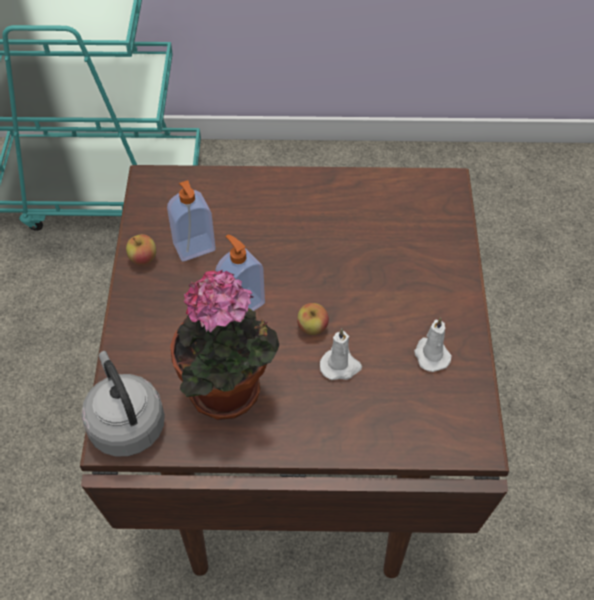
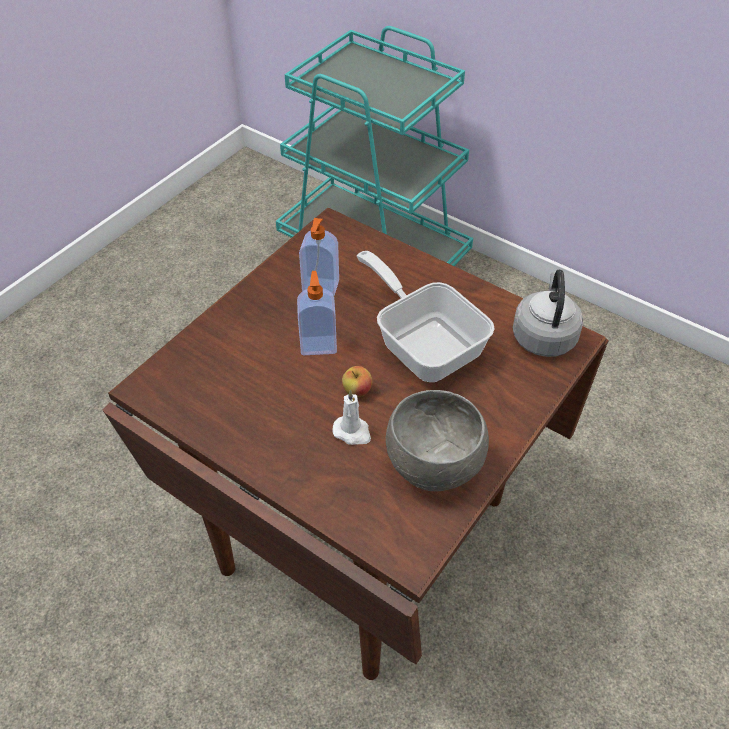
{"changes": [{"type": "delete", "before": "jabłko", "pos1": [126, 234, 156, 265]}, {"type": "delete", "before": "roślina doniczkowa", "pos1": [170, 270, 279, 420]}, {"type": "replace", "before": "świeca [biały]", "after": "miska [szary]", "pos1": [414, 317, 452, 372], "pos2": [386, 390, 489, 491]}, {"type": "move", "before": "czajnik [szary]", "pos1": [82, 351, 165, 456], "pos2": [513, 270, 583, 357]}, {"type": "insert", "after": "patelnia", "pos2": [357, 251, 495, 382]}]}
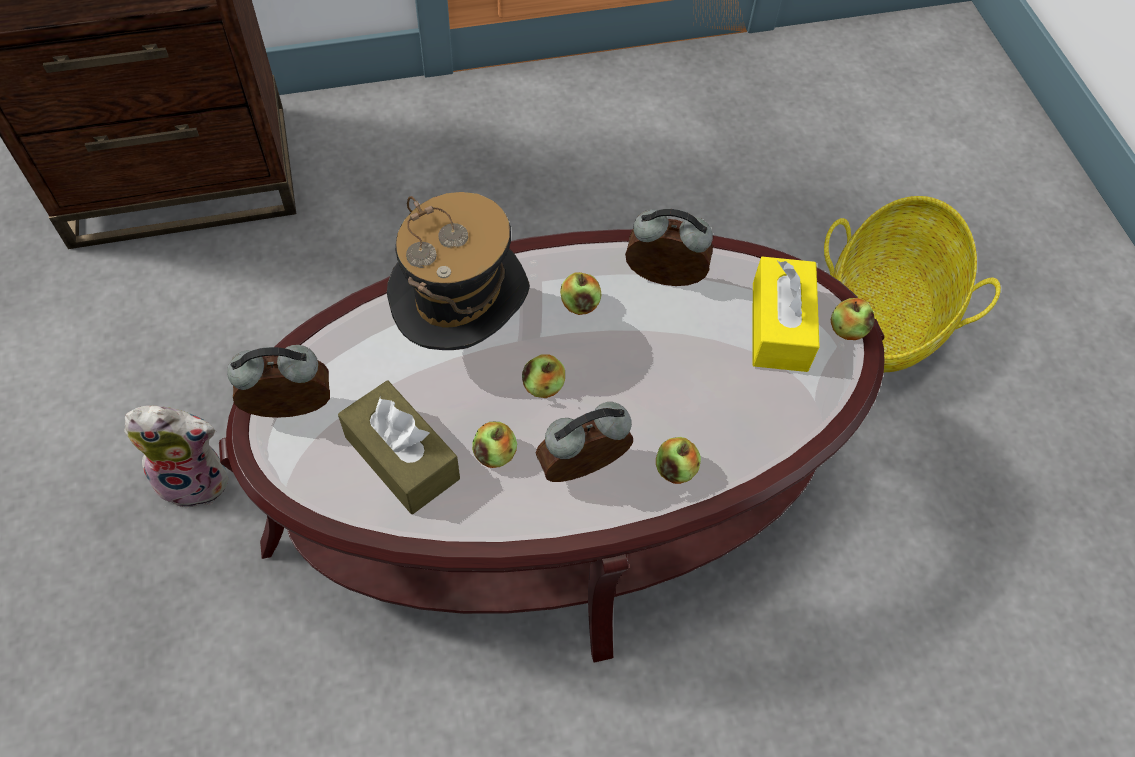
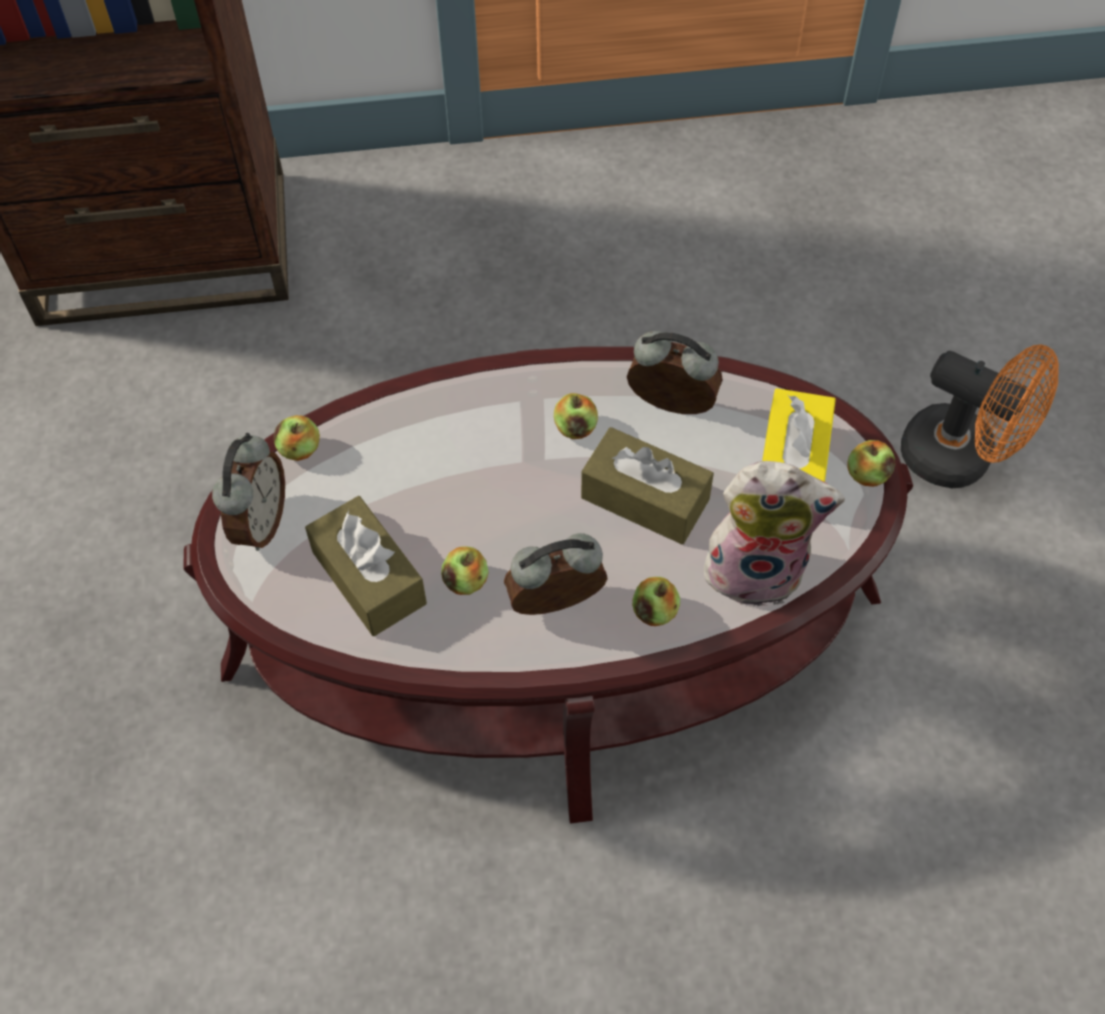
{"changes": [{"type": "delete", "before": "kapelusz", "pos1": [387, 192, 530, 350]}, {"type": "replace", "before": "koszyk", "after": "wentylator [pomarańczowy]", "pos1": [824, 196, 1001, 372], "pos2": [901, 344, 1059, 488]}, {"type": "rotate", "before": "budzik", "pos1": [227, 345, 330, 418], "pos2": [212, 433, 285, 551], "turn": 105}, {"type": "move", "before": "jabłko", "pos1": [522, 354, 565, 398], "pos2": [274, 415, 320, 461]}, {"type": "move", "before": "pluszak", "pos1": [124, 406, 228, 508], "pos2": [697, 461, 845, 607]}, {"type": "insert", "after": "pudełko chusteczek [brązowy]", "pos2": [581, 427, 714, 544]}]}
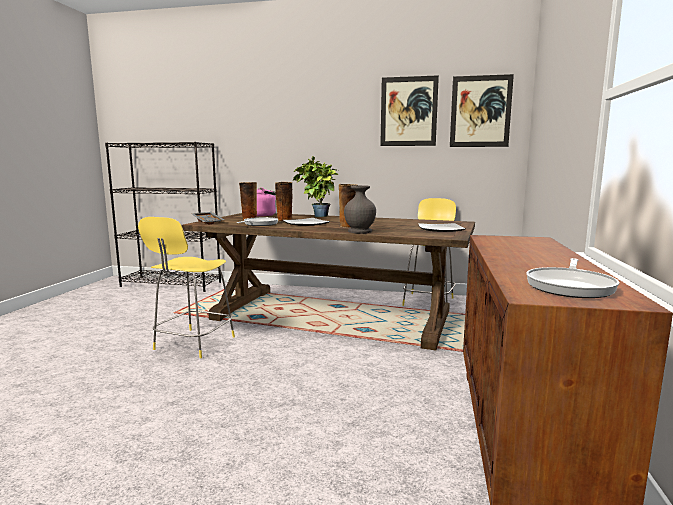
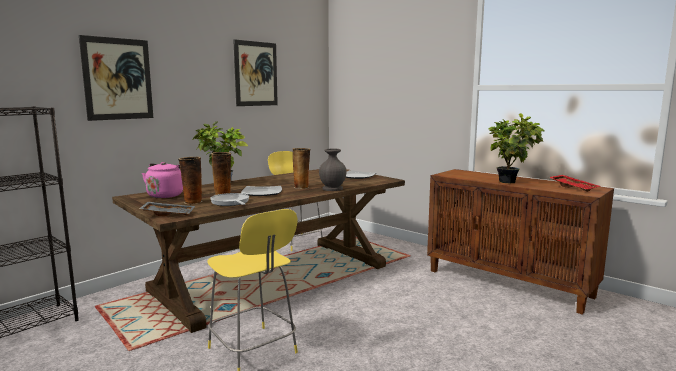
{"changes": [{"type": "move", "before": "obraz", "pos1": [450, 74, 514, 147], "pos2": [79, 35, 153, 121]}, {"type": "replace", "before": "patelnia", "after": "taca [czerwony]", "pos1": [526, 258, 619, 298], "pos2": [549, 175, 600, 192]}, {"type": "insert", "after": "roślina doniczkowa", "pos2": [488, 113, 545, 183]}]}
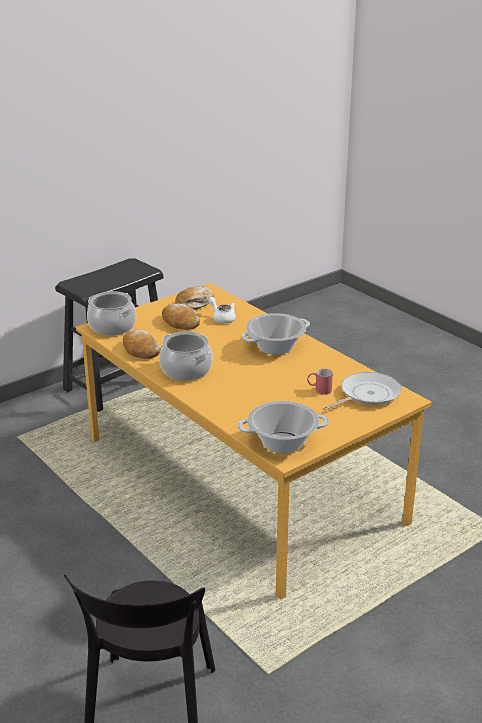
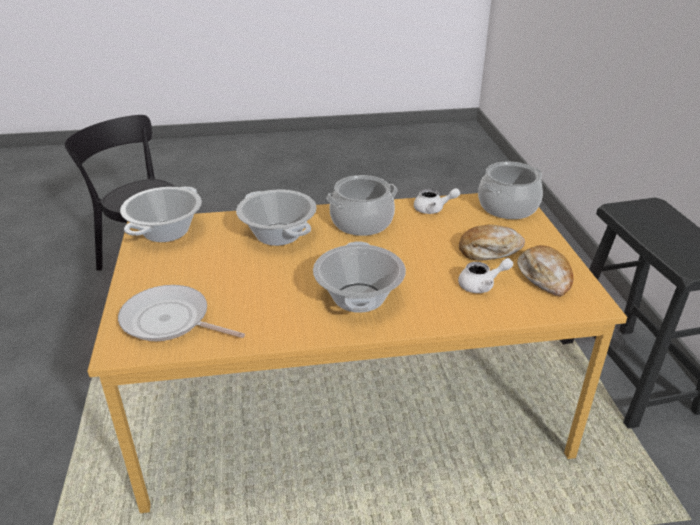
{"changes": [{"type": "replace", "before": "chleb", "after": "imbryk [biały]", "pos1": [123, 330, 161, 359], "pos2": [414, 188, 460, 214]}, {"type": "delete", "before": "kubek [czerwony]", "pos1": [307, 369, 333, 395]}, {"type": "rotate", "before": "patelnia", "pos1": [323, 372, 402, 410], "pos2": [118, 285, 245, 341], "turn": 120}, {"type": "insert", "after": "garnek", "pos2": [236, 189, 317, 246]}]}
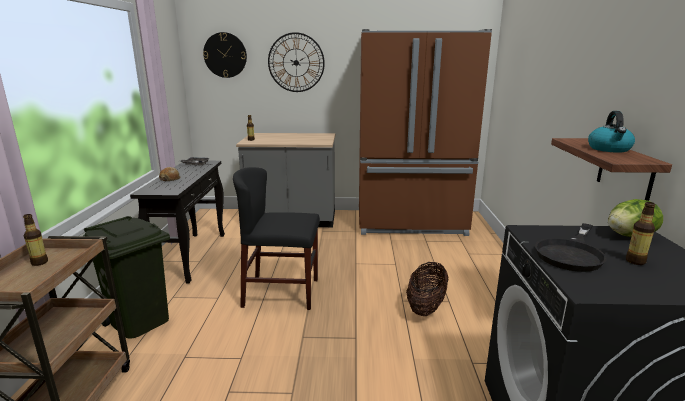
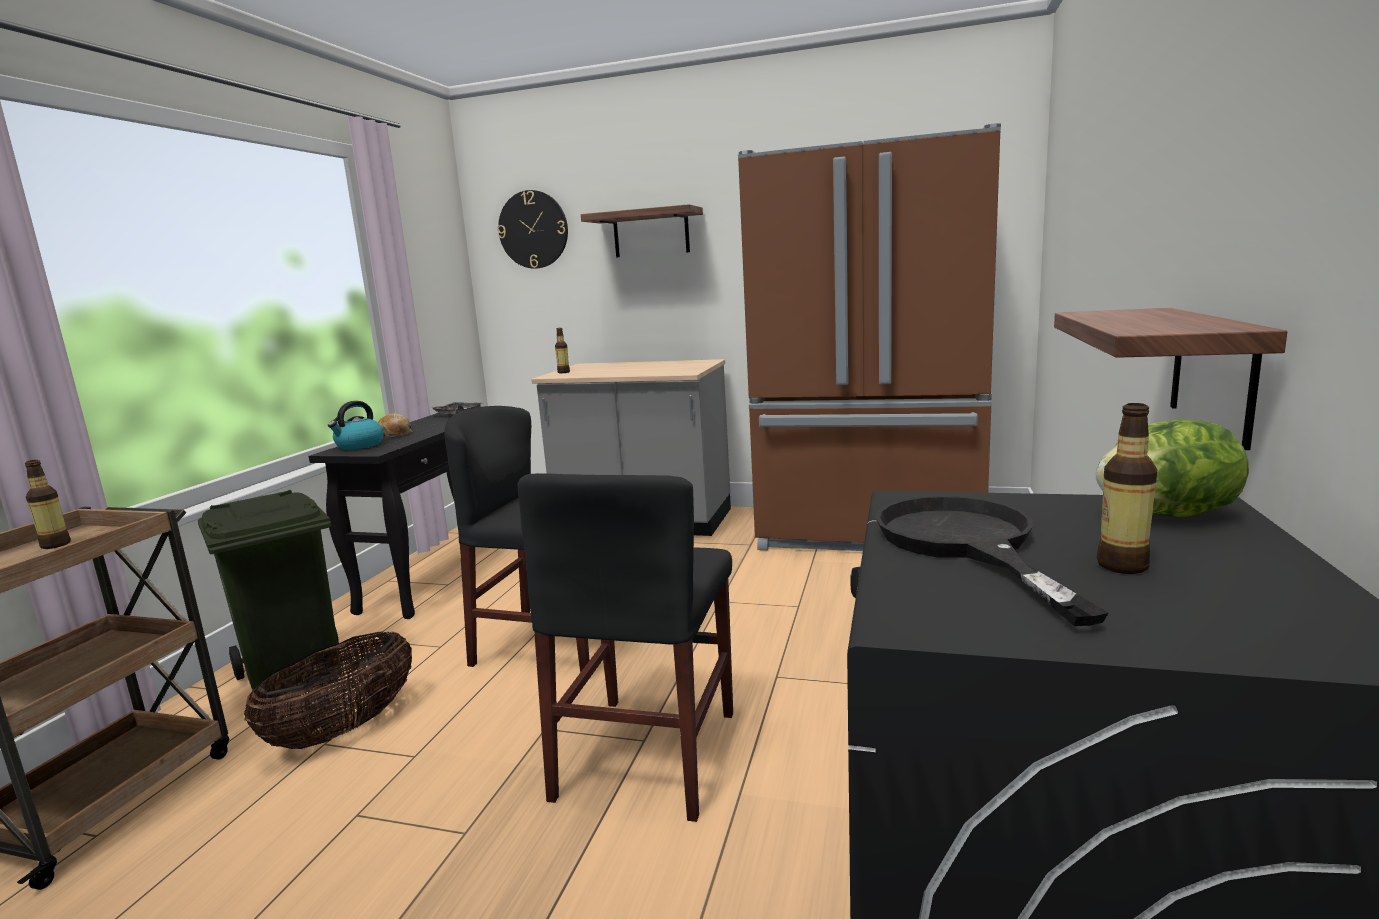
{"changes": [{"type": "replace", "before": "zegar ścienny", "after": "półka", "pos1": [268, 32, 325, 92], "pos2": [581, 204, 703, 257]}, {"type": "move", "before": "czajnik", "pos1": [588, 111, 635, 153], "pos2": [328, 401, 384, 450]}, {"type": "rotate", "before": "patelnia [czarny]", "pos1": [535, 223, 606, 272], "pos2": [876, 496, 1108, 626], "turn": 120}, {"type": "move", "before": "koszyk", "pos1": [406, 262, 448, 316], "pos2": [244, 631, 412, 749]}, {"type": "insert", "after": "krzesło [czarny]", "pos2": [518, 473, 733, 822]}]}
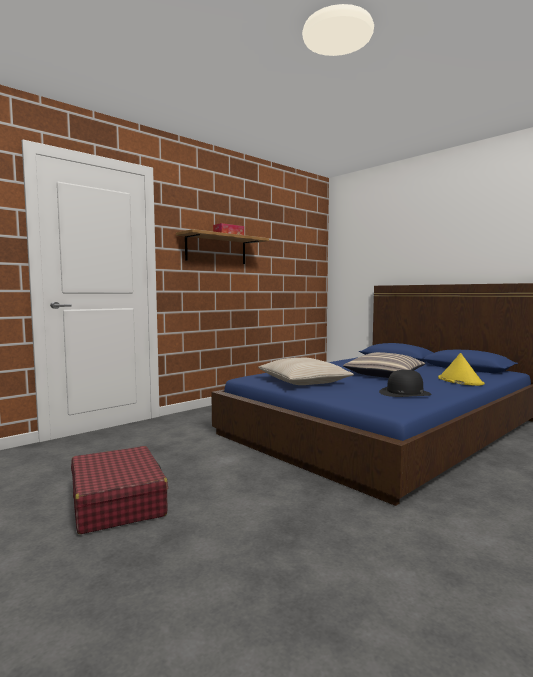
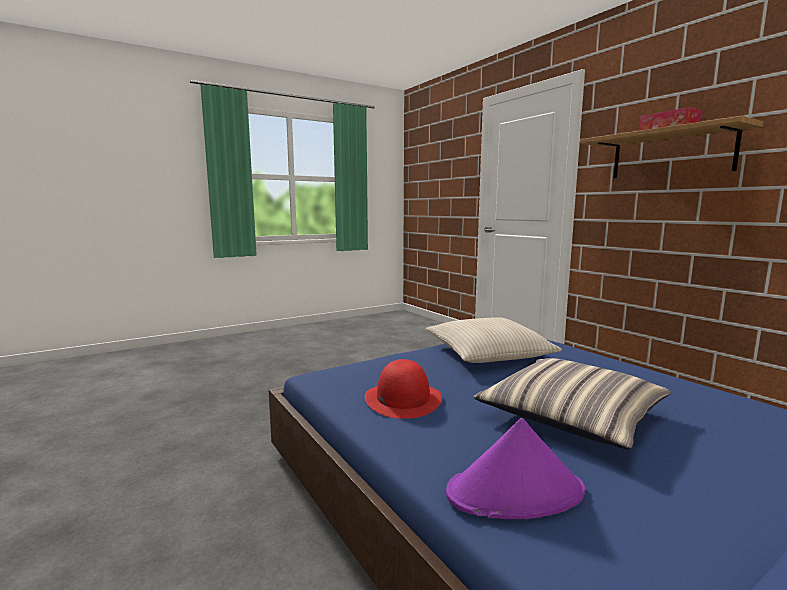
{"changes": [{"type": "recolor", "before": "kapelusz [żółty]", "after": "kapelusz [fioletowy]", "pos1": [438, 353, 485, 386], "pos2": [446, 418, 585, 519]}, {"type": "recolor", "before": "kapelusz [czarny]", "after": "kapelusz [czerwony]", "pos1": [379, 370, 432, 397], "pos2": [365, 359, 442, 419]}, {"type": "delete", "before": "walizka [czerwony]", "pos1": [71, 446, 168, 534]}]}
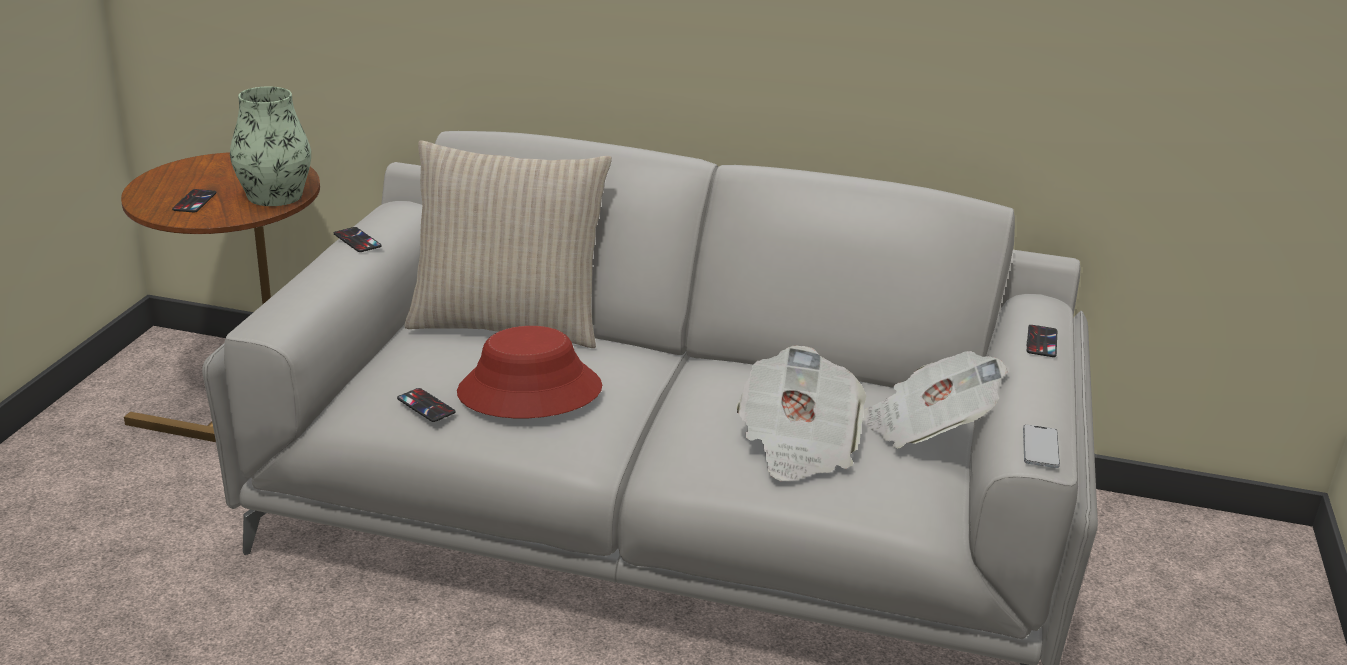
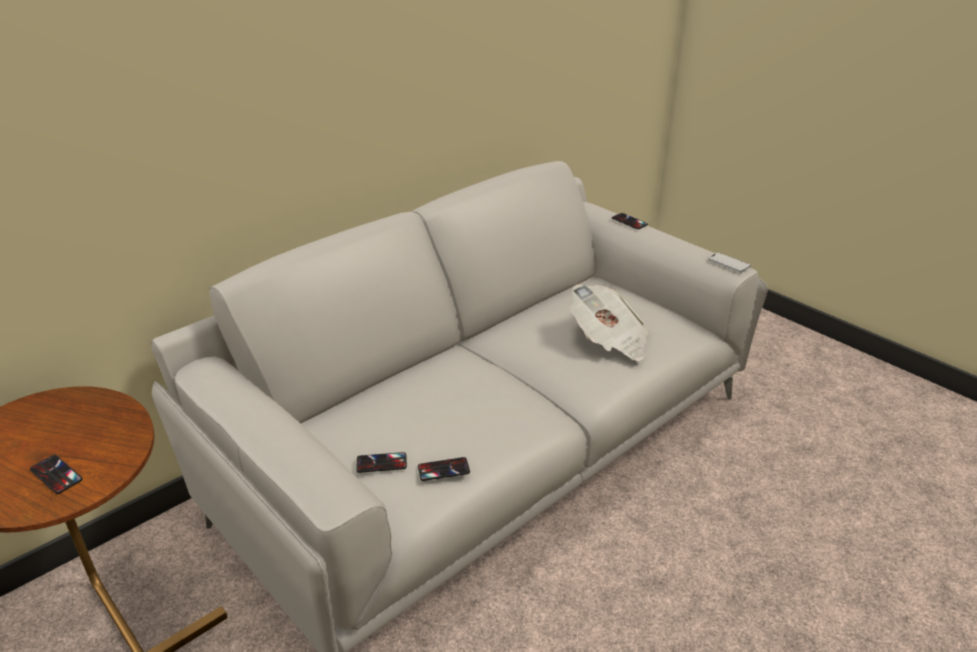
{"changes": [{"type": "delete", "before": "wazon", "pos1": [230, 86, 311, 206]}, {"type": "delete", "before": "poduszka [beżowy]", "pos1": [405, 141, 612, 348]}, {"type": "move", "before": "telefon", "pos1": [334, 227, 382, 252], "pos2": [356, 452, 407, 473]}, {"type": "delete", "before": "kapelusz [czerwony]", "pos1": [457, 326, 602, 418]}, {"type": "delete", "before": "gazeta", "pos1": [862, 351, 1008, 449]}]}
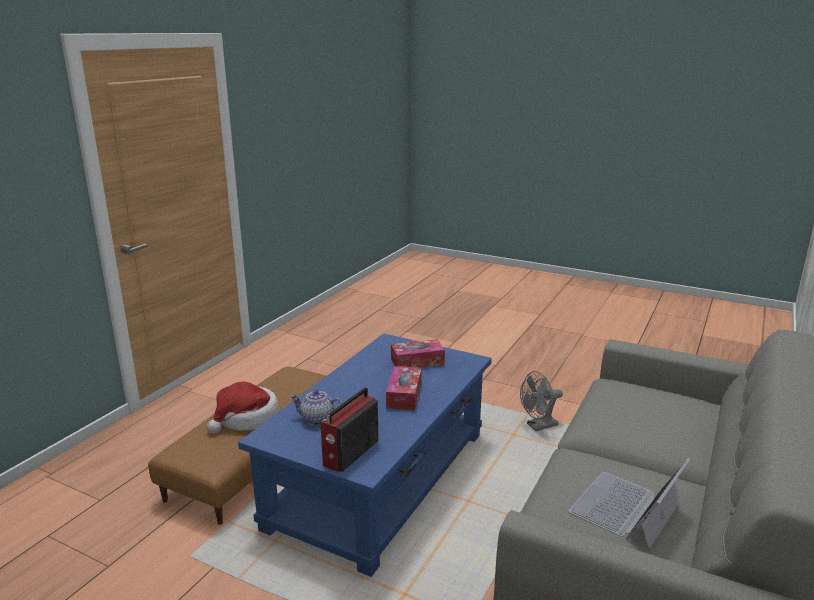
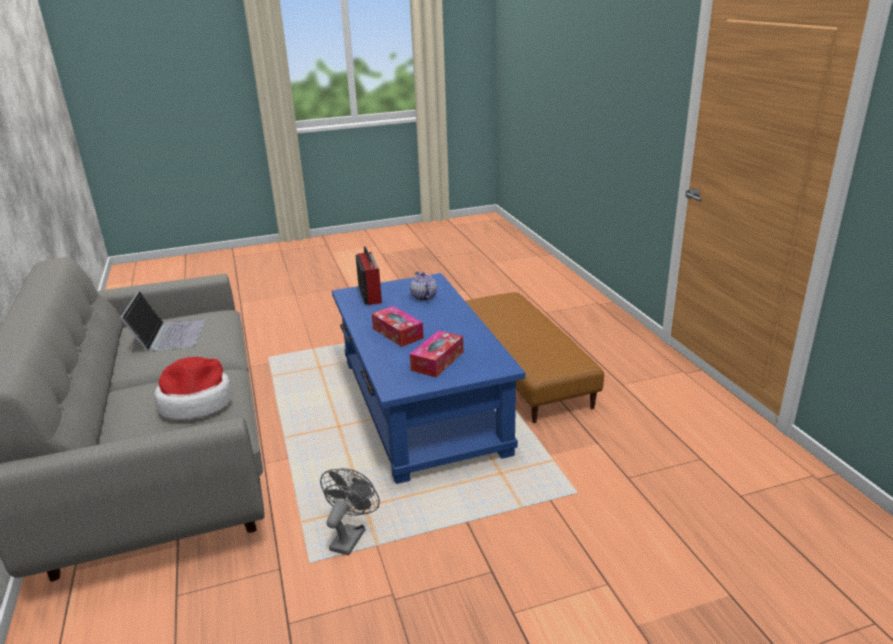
{"changes": [{"type": "move", "before": "kapelusz", "pos1": [207, 382, 279, 434], "pos2": [154, 357, 232, 420]}, {"type": "rotate", "before": "imbryk", "pos1": [290, 390, 343, 426], "pos2": [410, 271, 437, 301], "turn": -75}]}
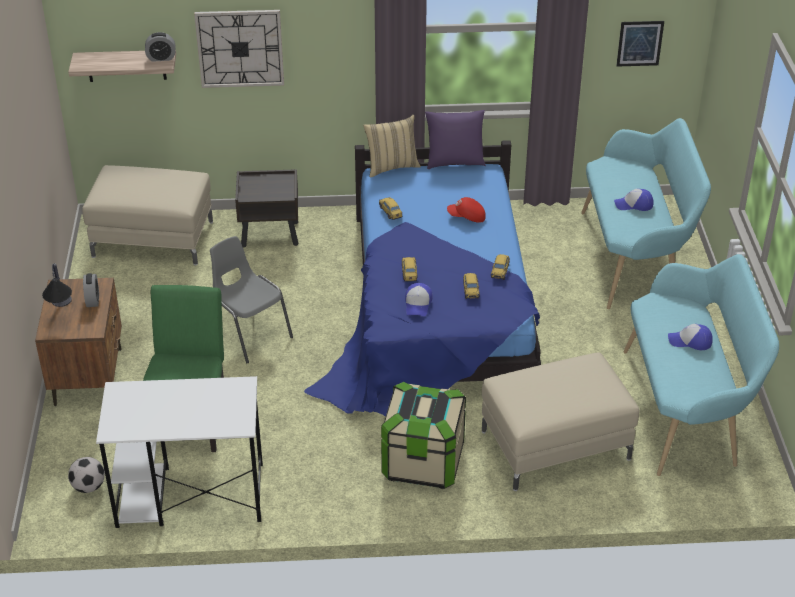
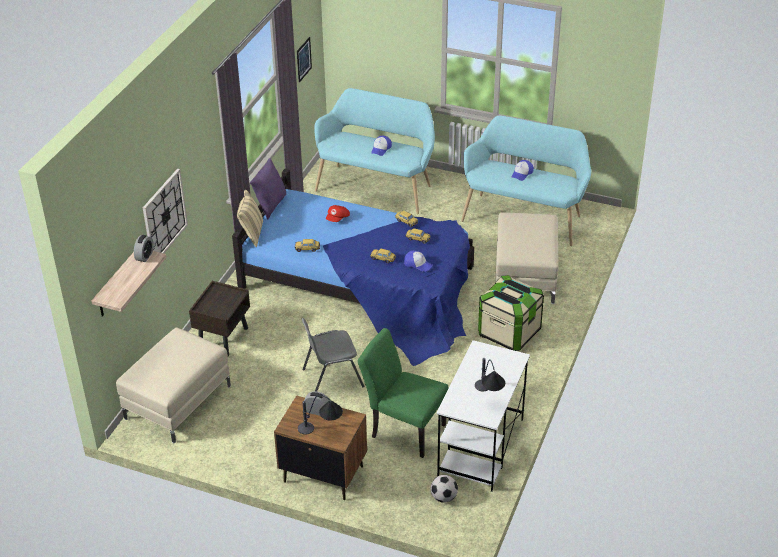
{"changes": [{"type": "insert", "after": "lampa stołowa", "pos2": [475, 358, 505, 391]}]}
